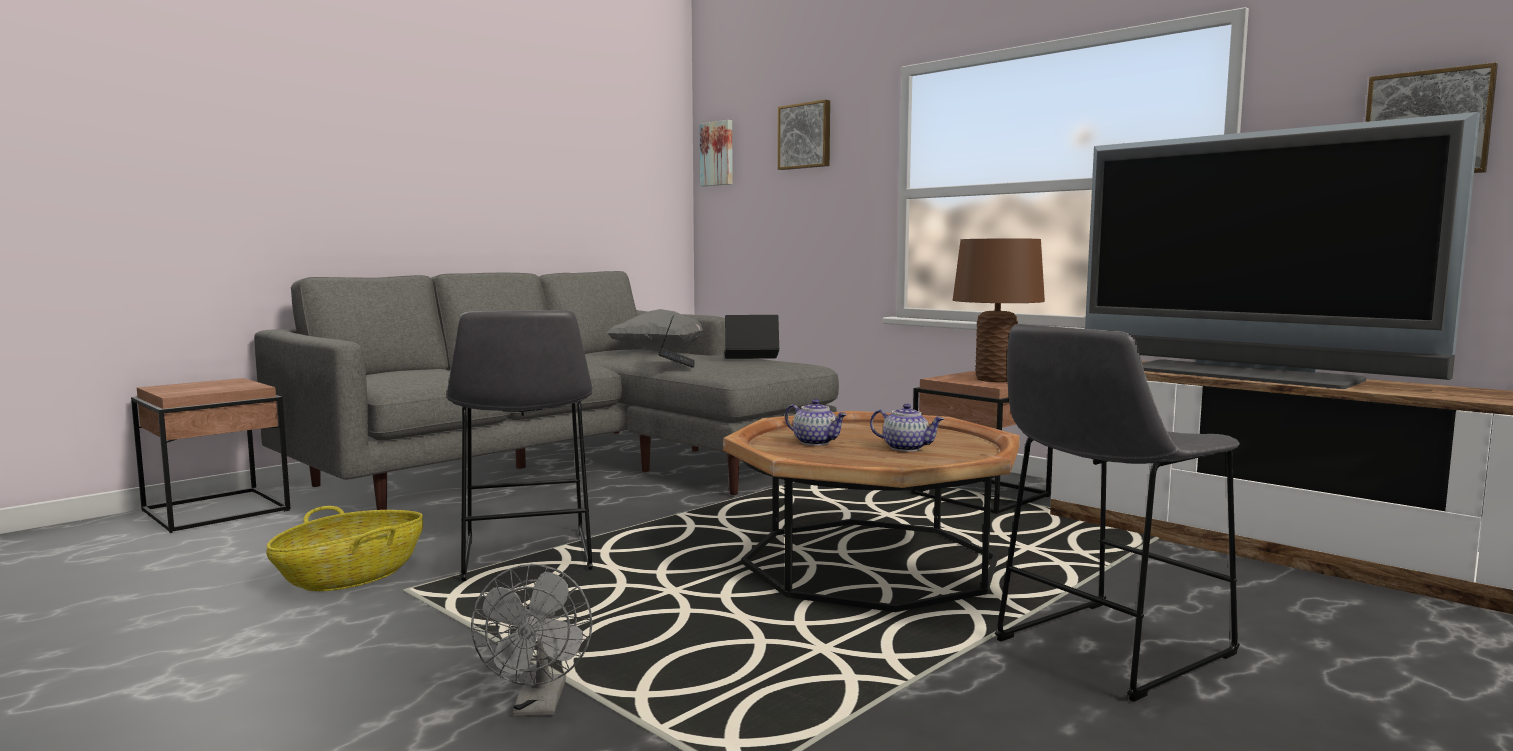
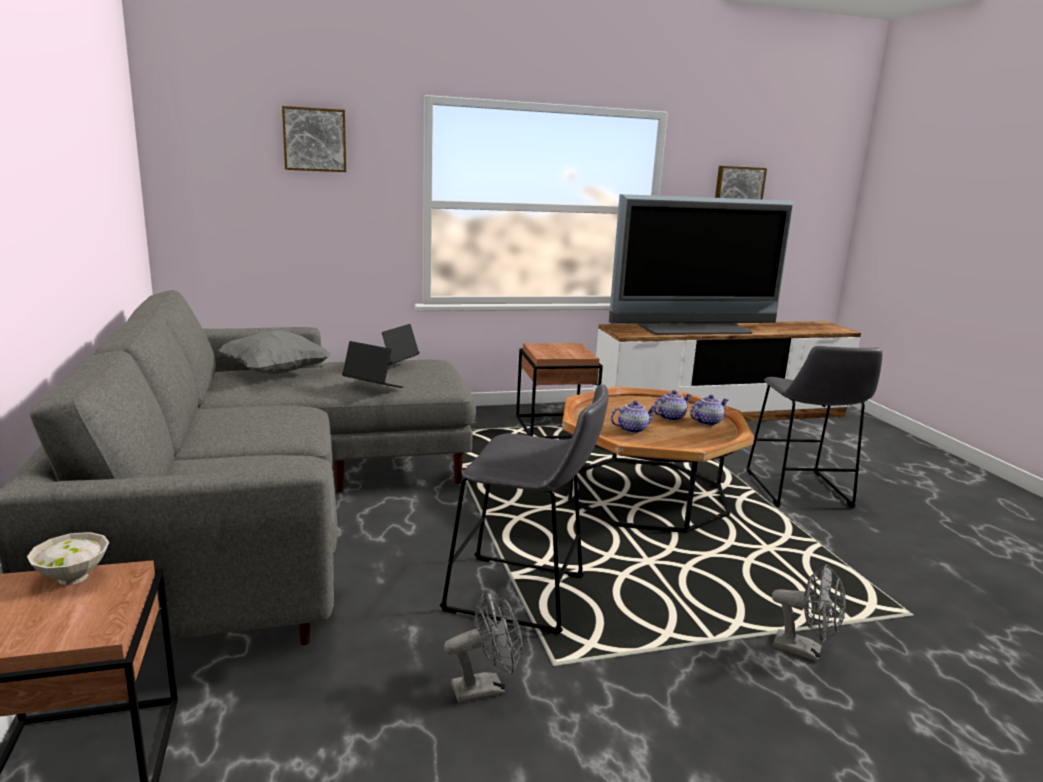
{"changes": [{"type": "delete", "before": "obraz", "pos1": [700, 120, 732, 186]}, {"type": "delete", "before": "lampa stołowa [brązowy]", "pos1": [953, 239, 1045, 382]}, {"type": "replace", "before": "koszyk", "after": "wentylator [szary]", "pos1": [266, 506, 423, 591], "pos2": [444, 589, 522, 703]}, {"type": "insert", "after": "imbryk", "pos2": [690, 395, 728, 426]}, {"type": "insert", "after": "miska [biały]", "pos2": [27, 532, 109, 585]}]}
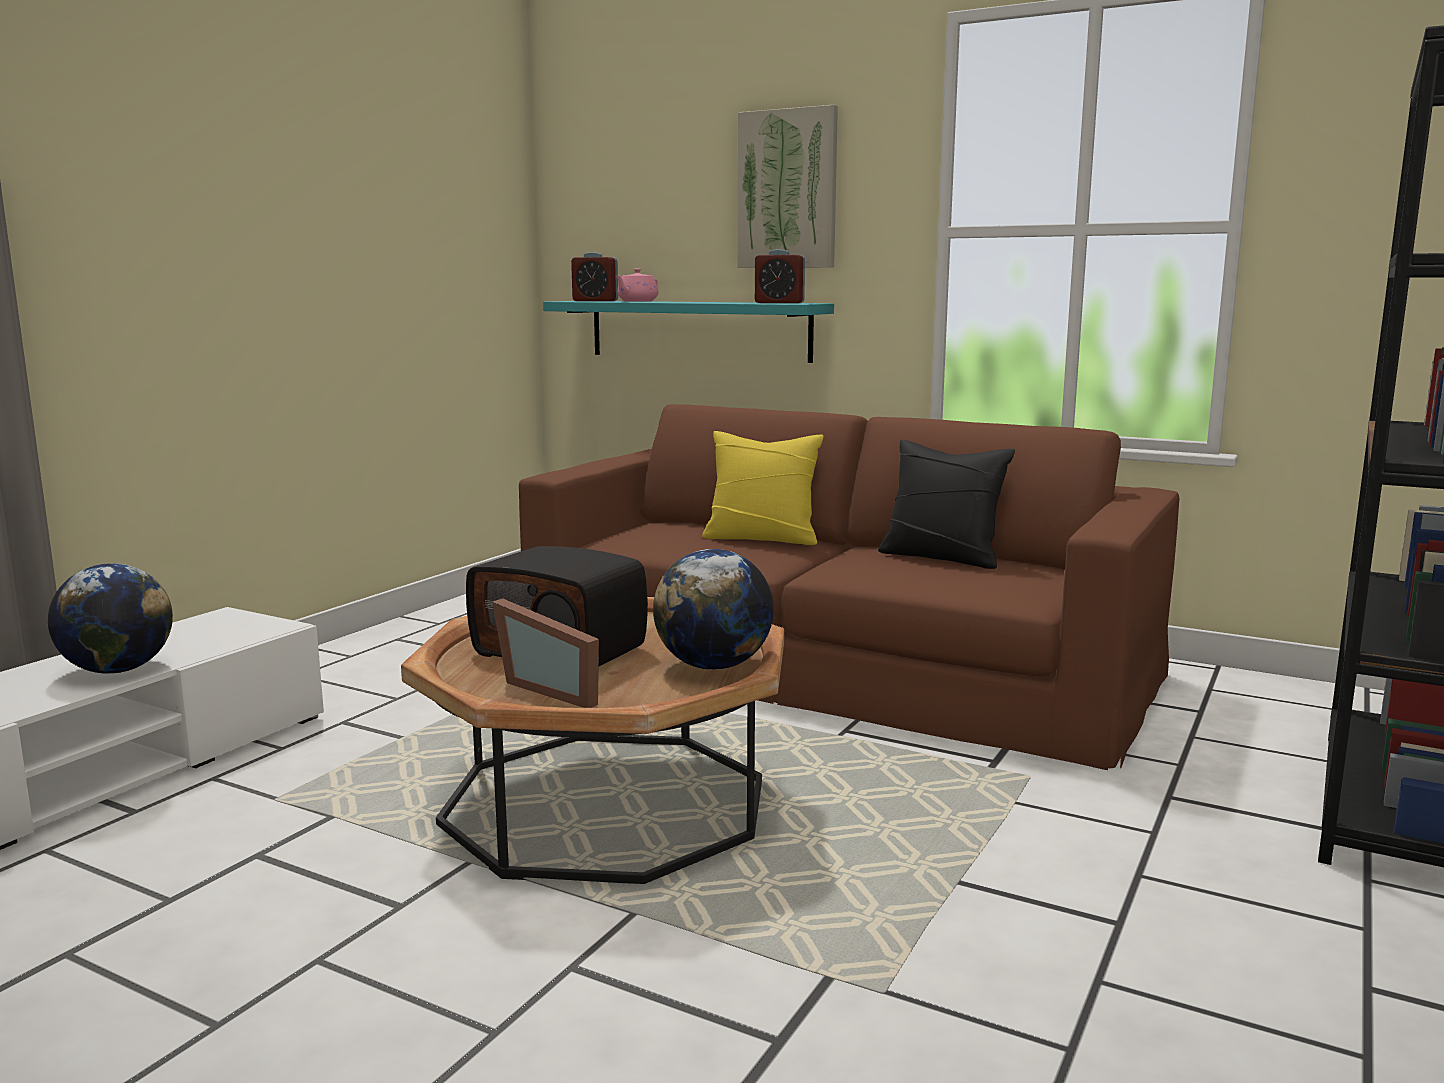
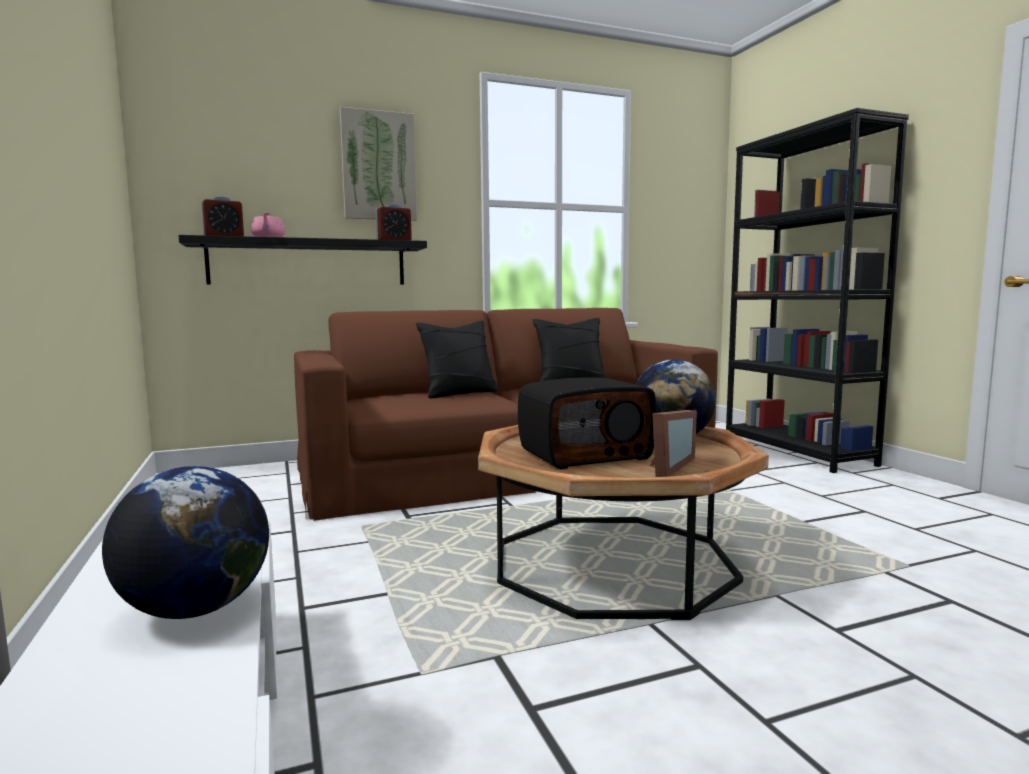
{"changes": [{"type": "recolor", "before": "półka [turkusowy]", "after": "półka [czarny]", "pos1": [543, 301, 834, 363], "pos2": [179, 235, 427, 284]}, {"type": "recolor", "before": "poduszka [żółty]", "after": "poduszka [czarny]", "pos1": [702, 431, 824, 545], "pos2": [416, 320, 499, 398]}, {"type": "rotate", "before": "ramka na zdjęcie", "pos1": [492, 599, 599, 708], "pos2": [650, 410, 697, 477], "turn": -45}]}
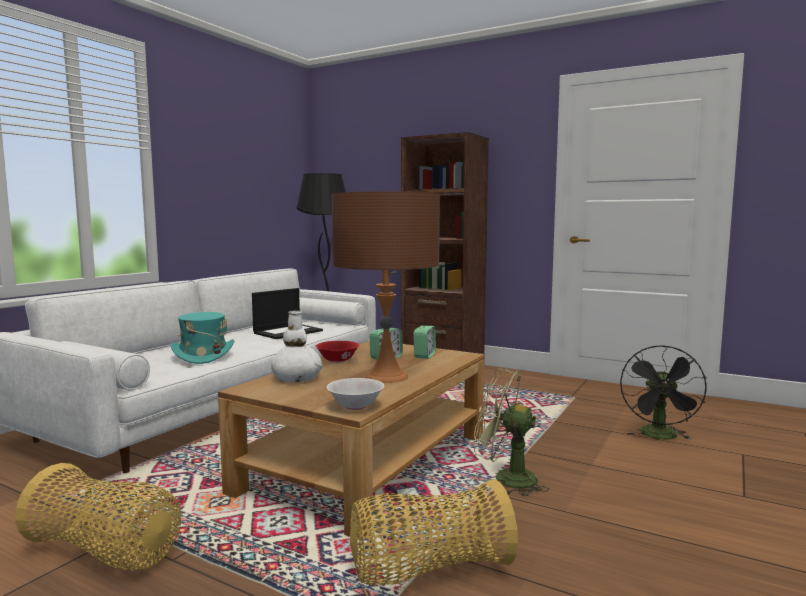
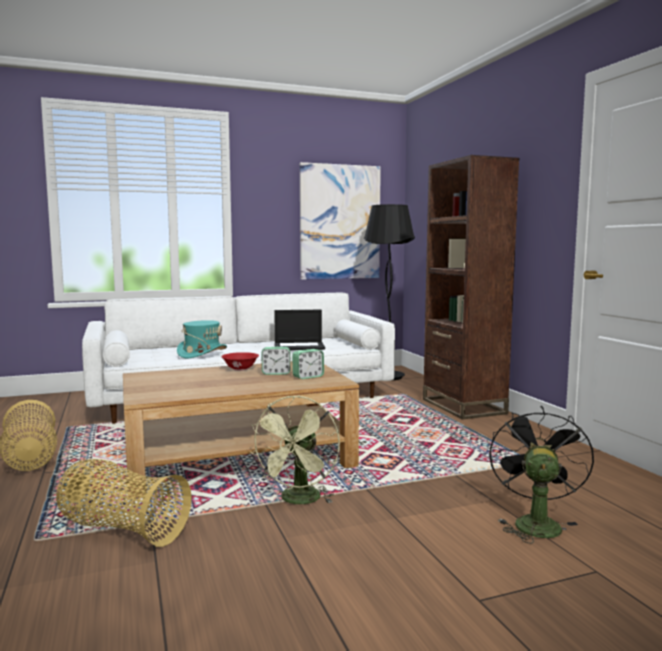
{"changes": [{"type": "delete", "before": "lampa stołowa [brązowy]", "pos1": [332, 192, 440, 383]}, {"type": "delete", "before": "wazon [biały]", "pos1": [271, 310, 323, 382]}, {"type": "rotate", "before": "wentylator [czarny]", "pos1": [620, 345, 707, 440], "pos2": [489, 406, 594, 544], "turn": 135}, {"type": "rotate", "before": "wentylator [zielony]", "pos1": [474, 368, 549, 496], "pos2": [250, 395, 340, 504], "turn": -135}, {"type": "delete", "before": "miska [biały]", "pos1": [327, 378, 384, 410]}, {"type": "insert", "after": "obraz", "pos2": [300, 162, 381, 280]}]}
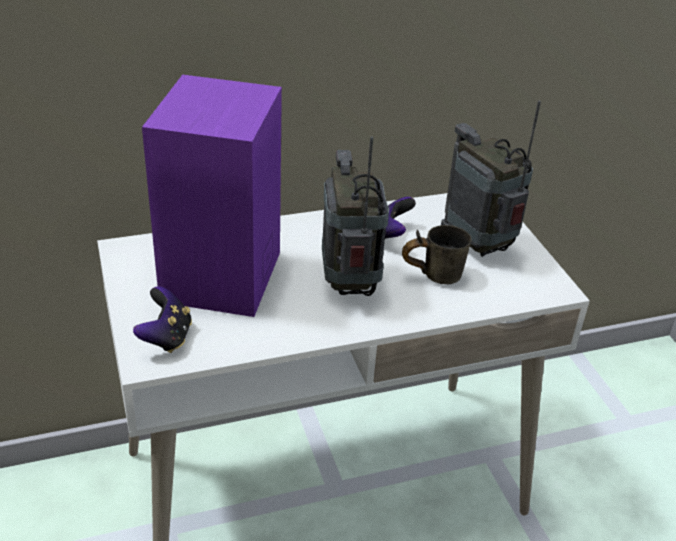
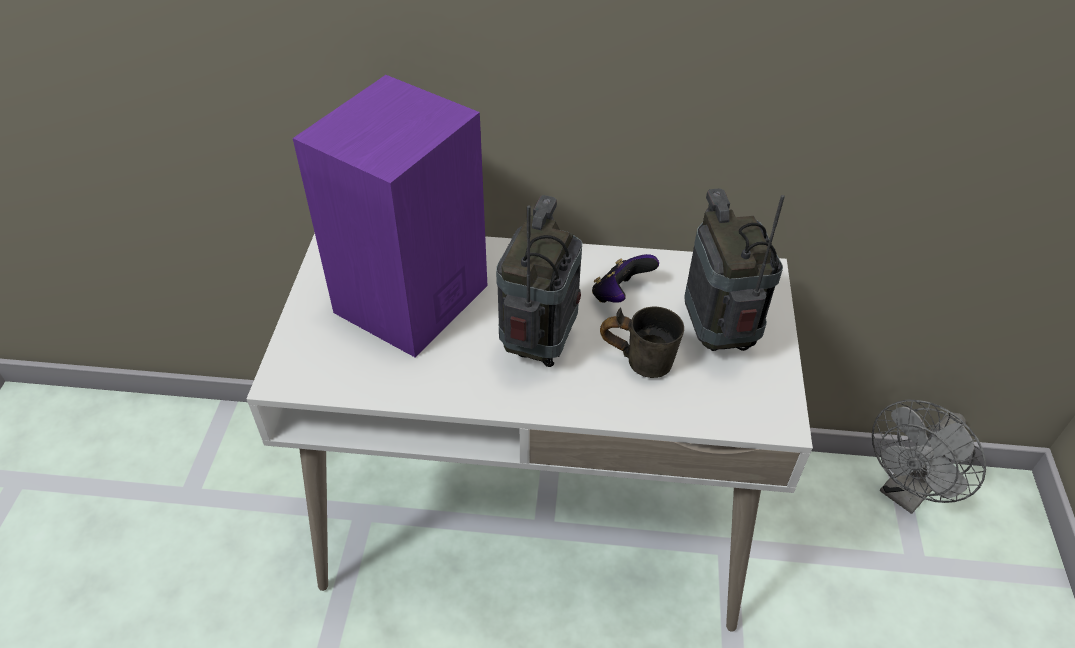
{"changes": [{"type": "delete", "before": "pad do gier", "pos1": [133, 286, 192, 353]}, {"type": "insert", "after": "wentylator [szary]", "pos2": [872, 399, 986, 514]}]}
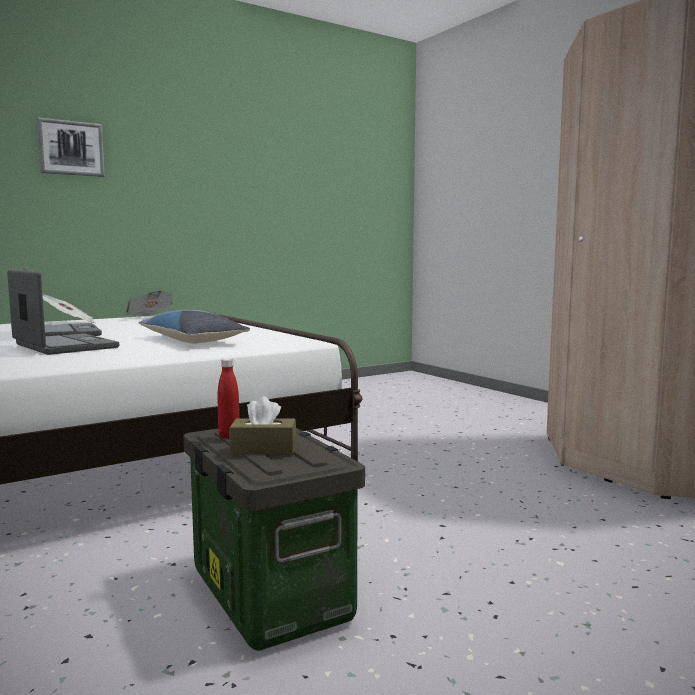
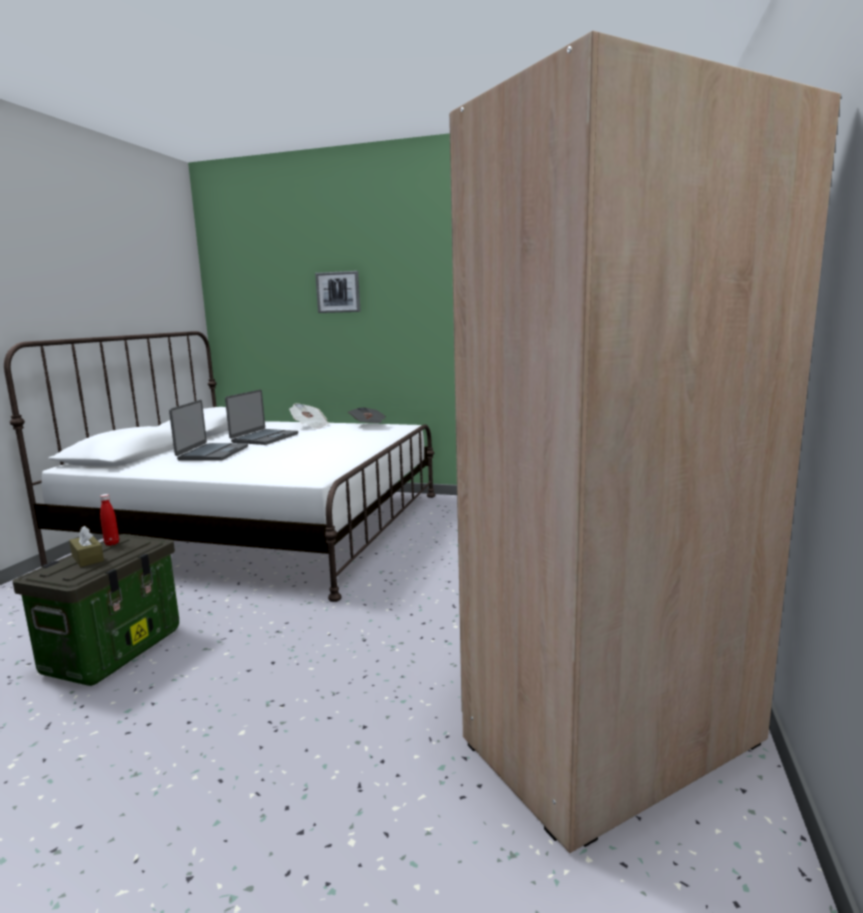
{"changes": [{"type": "delete", "before": "poduszka", "pos1": [138, 310, 250, 344]}]}
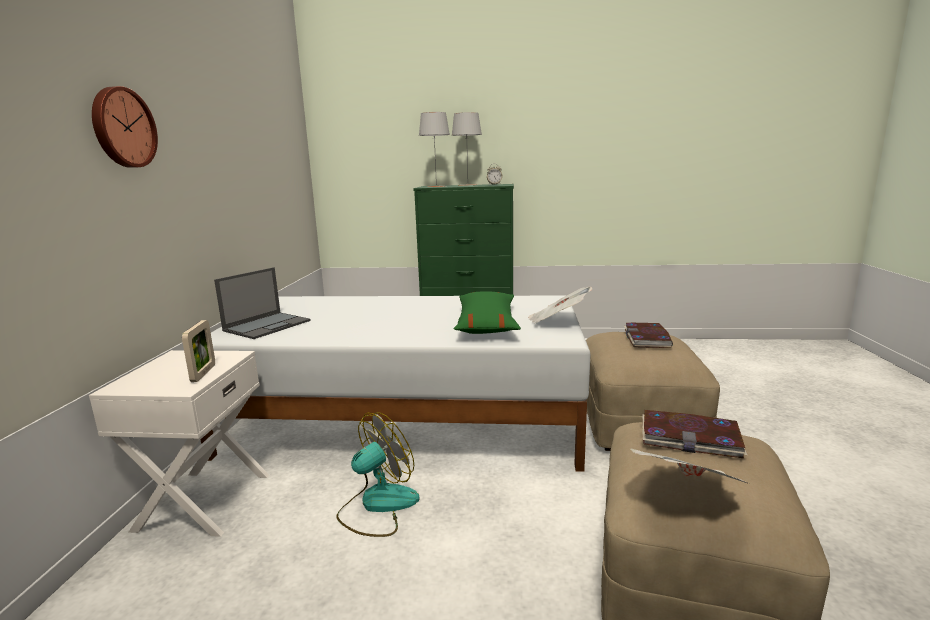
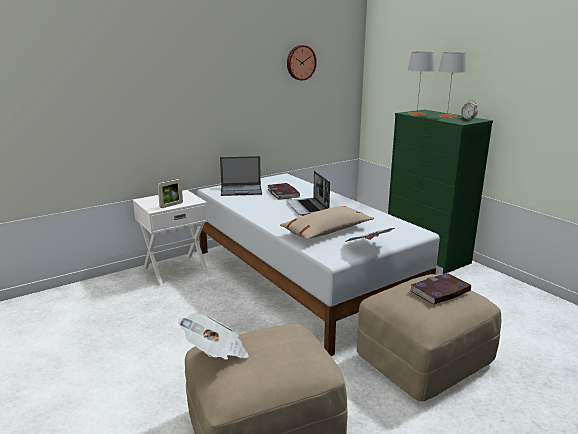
{"changes": [{"type": "move", "before": "zegar ścienny", "pos1": [92, 86, 158, 168], "pos2": [287, 45, 317, 81]}, {"type": "recolor", "before": "poduszka [zielony]", "after": "poduszka [beżowy]", "pos1": [454, 291, 521, 334], "pos2": [280, 206, 374, 240]}, {"type": "move", "before": "książka", "pos1": [643, 410, 748, 458], "pos2": [267, 183, 300, 200]}, {"type": "delete", "before": "wentylator", "pos1": [336, 412, 420, 537]}, {"type": "insert", "after": "laptop", "pos2": [286, 171, 330, 216]}]}
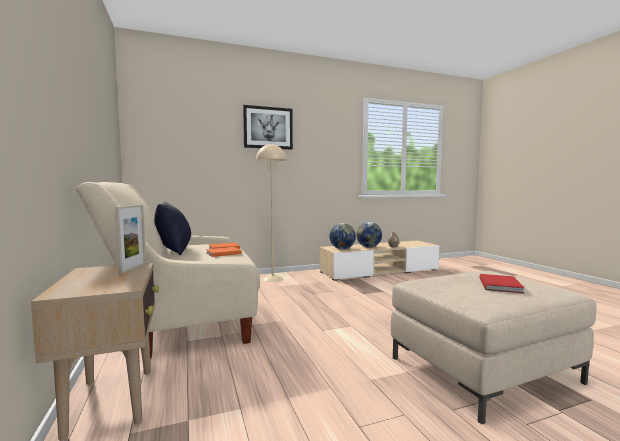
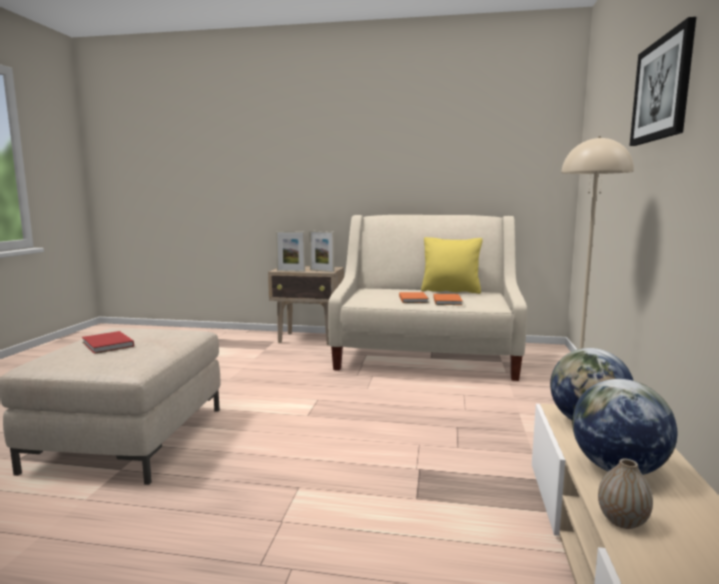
{"changes": [{"type": "recolor", "before": "poduszka [czarny]", "after": "poduszka [żółty]", "pos1": [154, 202, 191, 255], "pos2": [421, 237, 483, 294]}, {"type": "insert", "after": "ramka na zdjęcie", "pos2": [276, 231, 305, 272]}]}
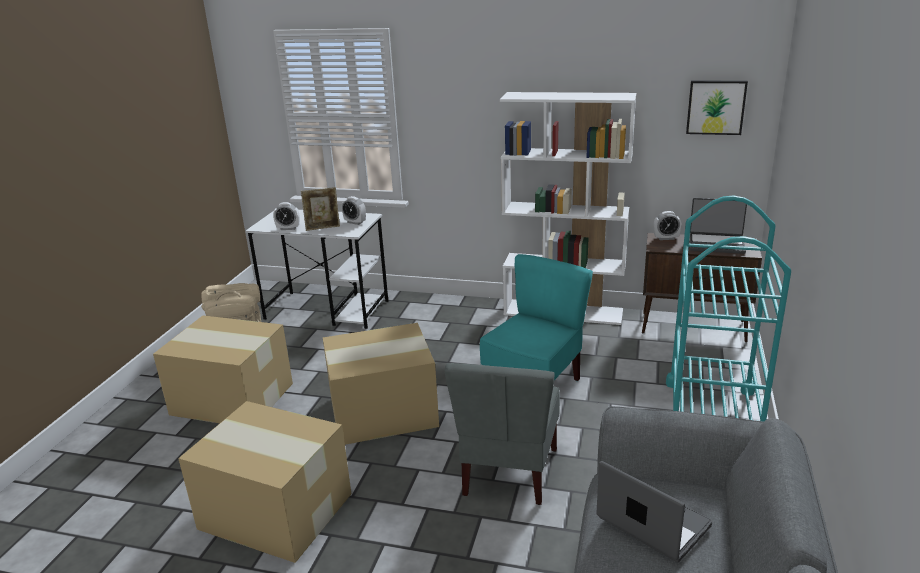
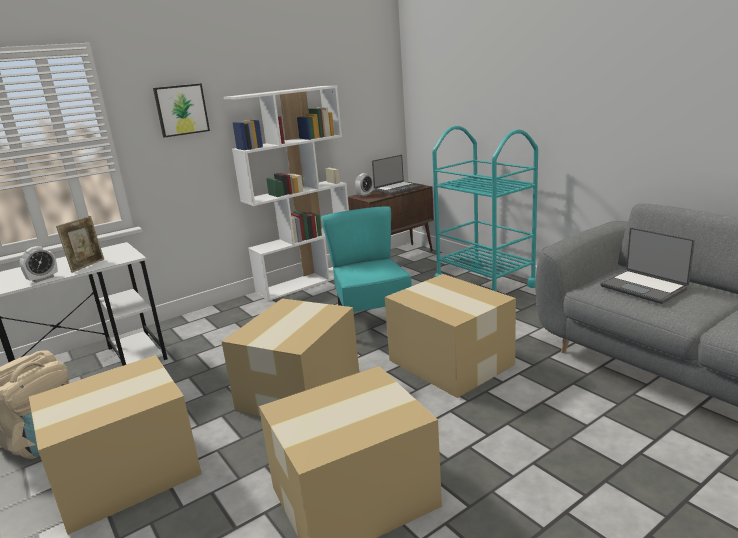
{"changes": [{"type": "move", "before": "obraz", "pos1": [686, 80, 748, 135], "pos2": [153, 83, 210, 138]}, {"type": "delete", "before": "budzik", "pos1": [342, 196, 366, 225]}, {"type": "replace", "before": "krzesło [szary]", "after": "karton", "pos1": [445, 363, 560, 505], "pos2": [385, 274, 516, 398]}, {"type": "rotate", "before": "laptop", "pos1": [597, 461, 713, 563], "pos2": [600, 227, 695, 304], "turn": -120}]}
